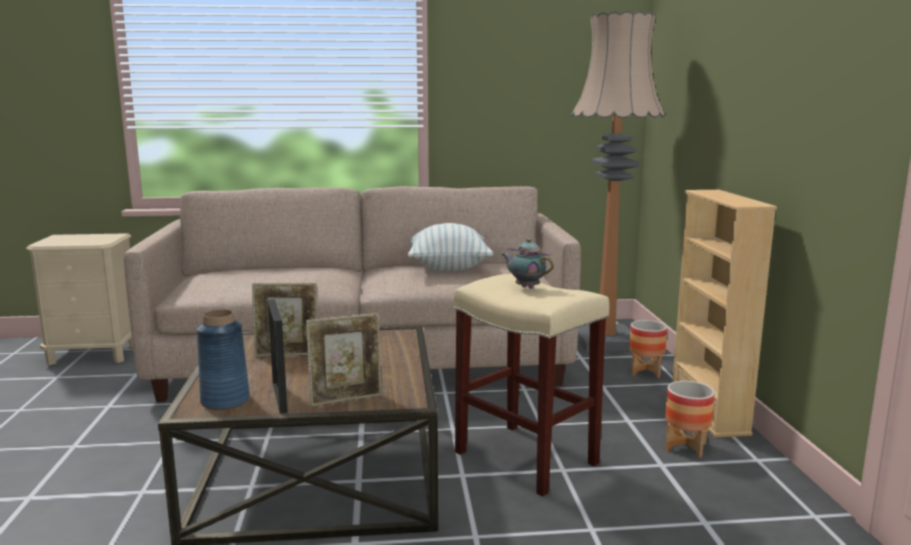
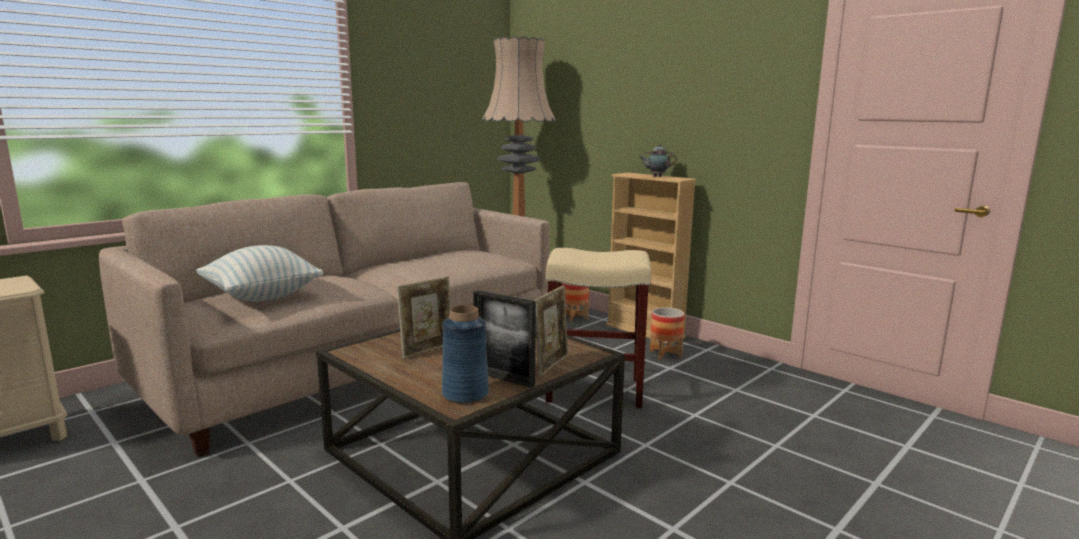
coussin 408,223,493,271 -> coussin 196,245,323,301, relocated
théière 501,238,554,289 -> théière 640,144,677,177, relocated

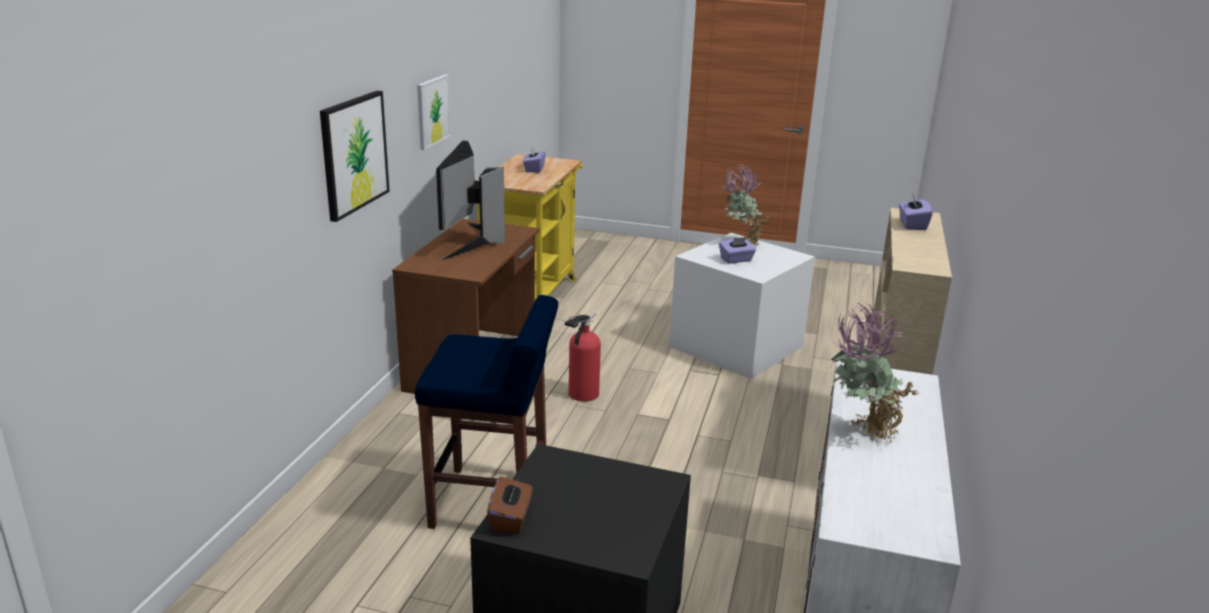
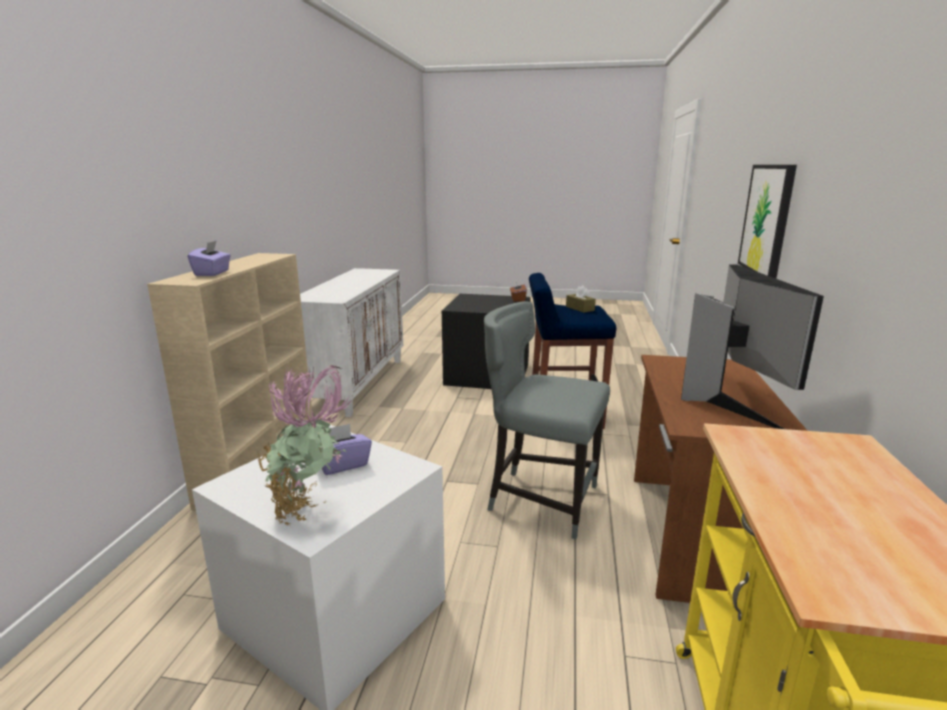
tableau 417,74,451,150 -> none
boîte à mouchoirs [violet] 523,146,546,173 -> none
plante en pot 830,303,918,444 -> none
none -> boîte à mouchoirs [marron] 566,285,596,313
extincteur 565,312,601,402 -> chaise [gris] 484,301,610,539

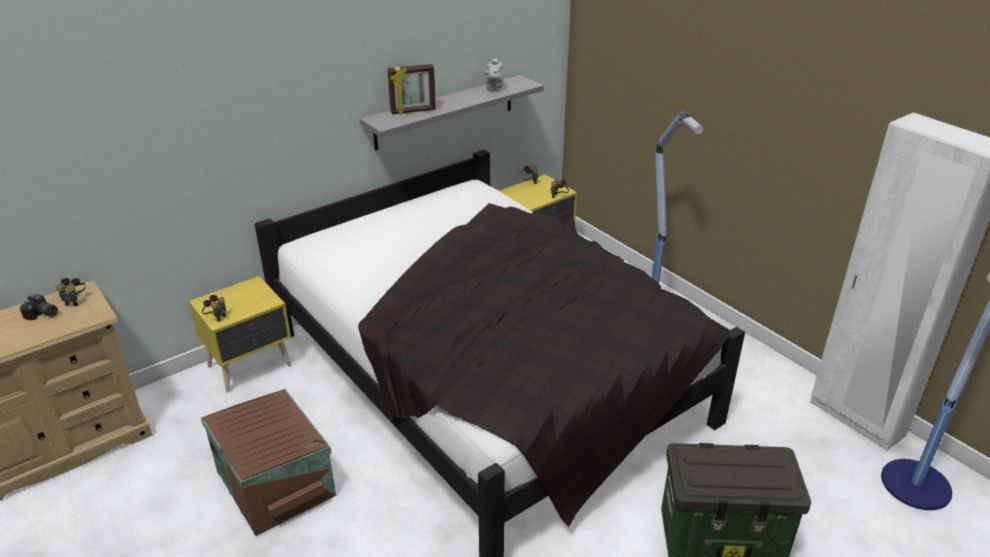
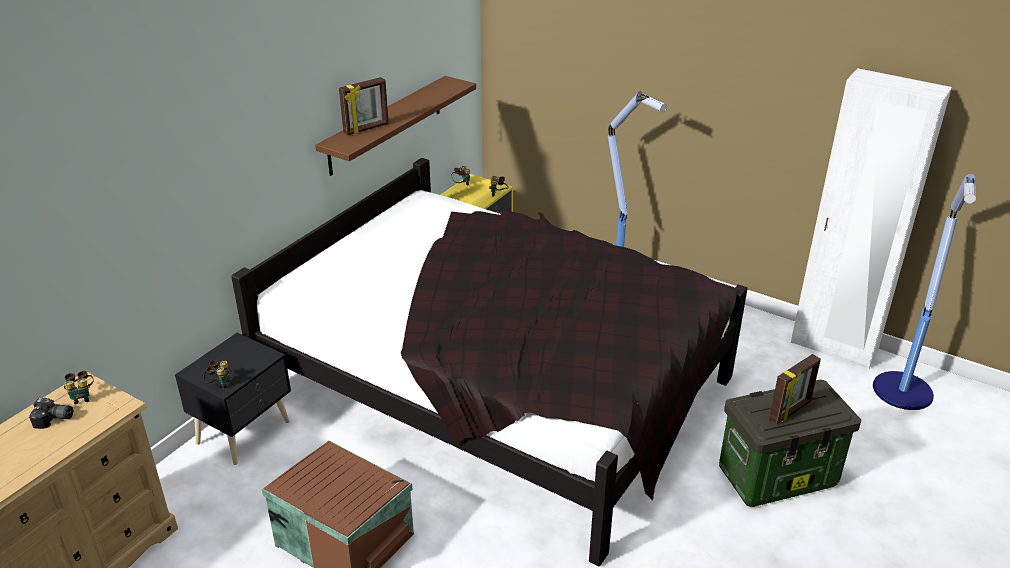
théière [gris] 483,58,504,92 -> none
none -> cadre photo 769,354,821,424
table de chevet [jaune] 189,276,291,393 -> table de chevet [noir] 175,333,291,465
étagère [gris] 360,75,544,150 -> étagère [marron] 315,76,476,176

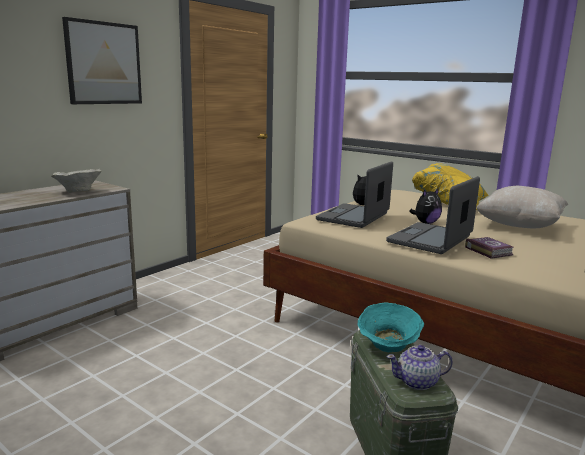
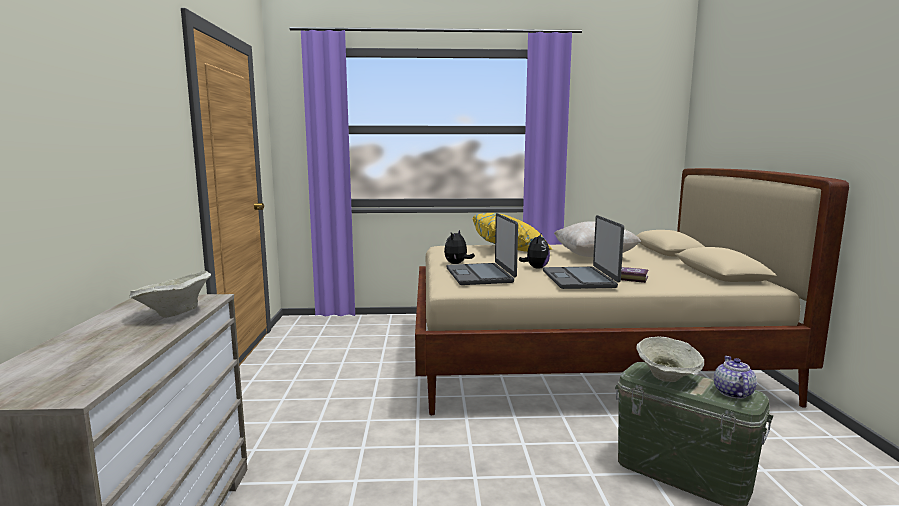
tableau 62,17,142,104 -> none
bol [turquoise] 357,302,424,352 -> bol [beige] 636,337,704,382
théière 387,345,453,390 -> théière 714,356,757,399, 150 degrees clockwise

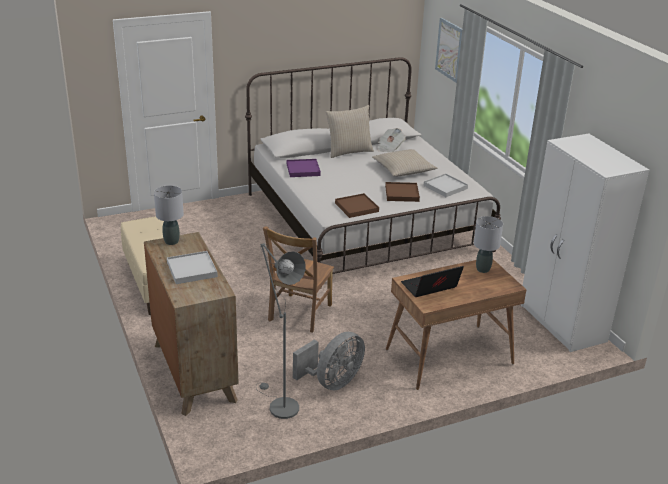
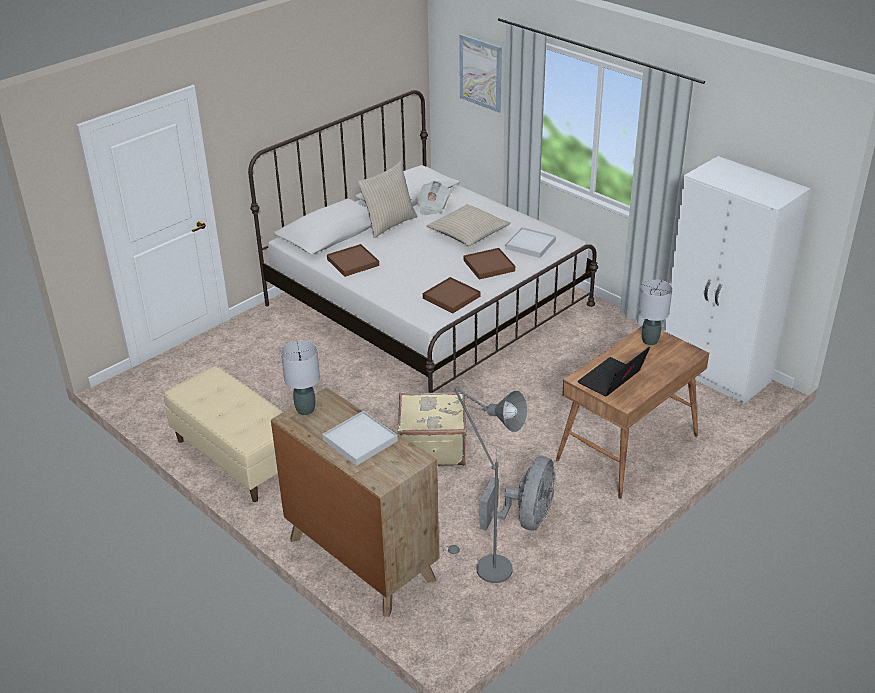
chaise [marron] 263,226,334,332 -> valise [beige] 398,392,467,466
plateau [violet] 286,159,321,177 -> plateau [marron] 327,244,379,277

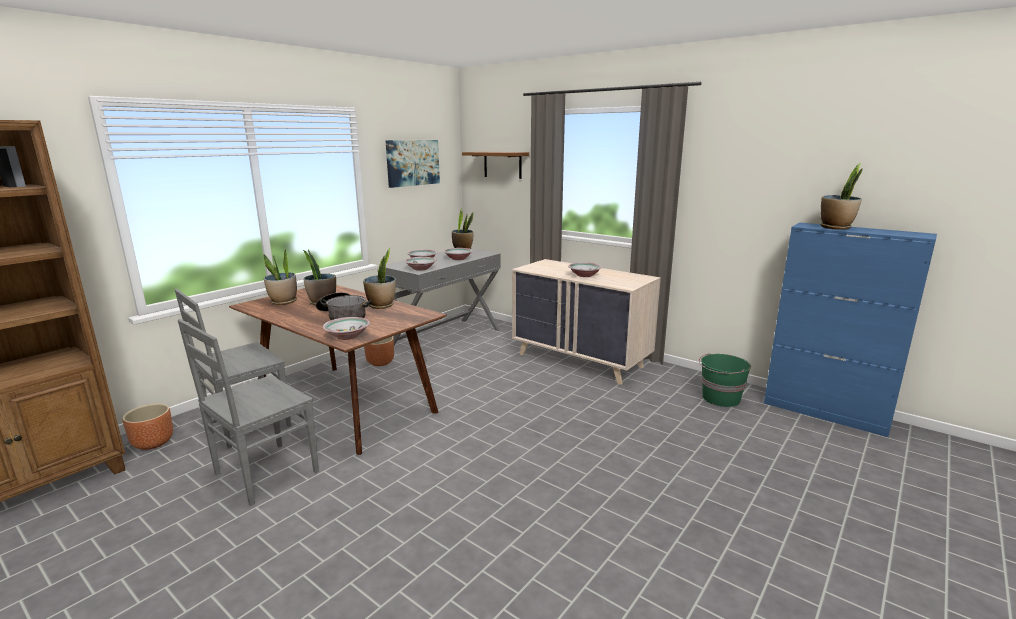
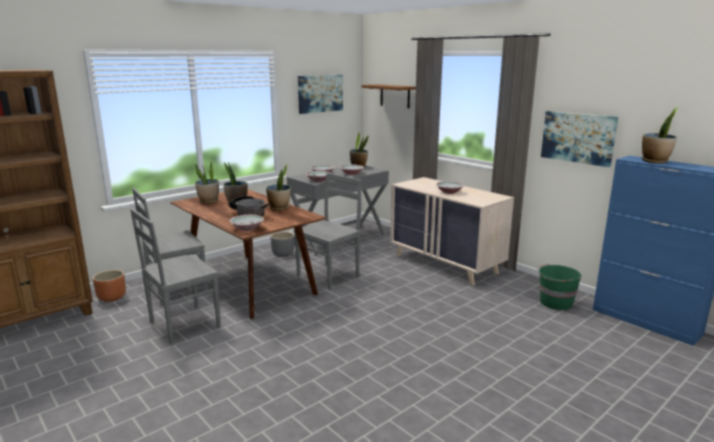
none -> chaise [gris] 294,173,361,290
none -> tableau 541,111,618,167
cache-pot [marron] 364,336,394,366 -> cache-pot [gris] 270,231,294,257

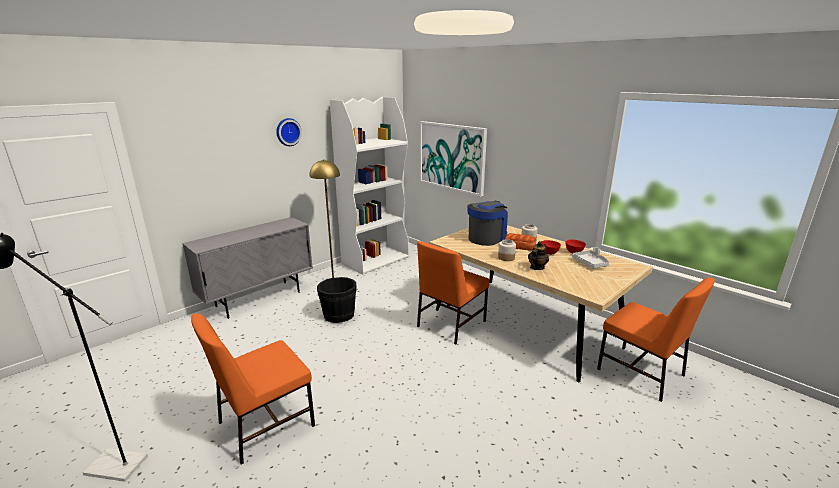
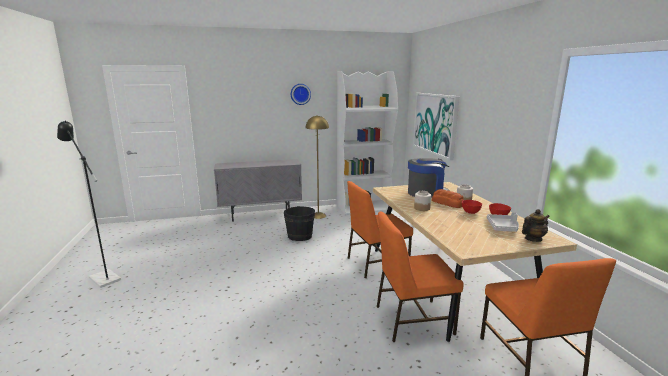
chaise [orange] 191,313,315,465 -> chaise [orange] 377,212,463,342, relocated
théière 528,241,549,270 -> théière 522,209,550,242, relocated

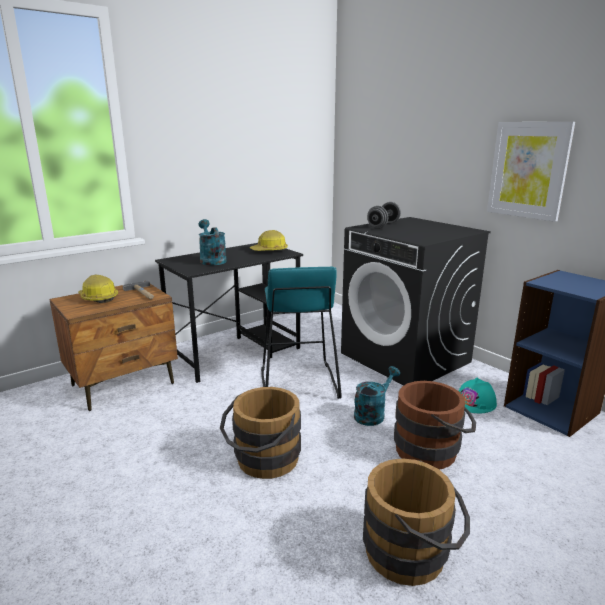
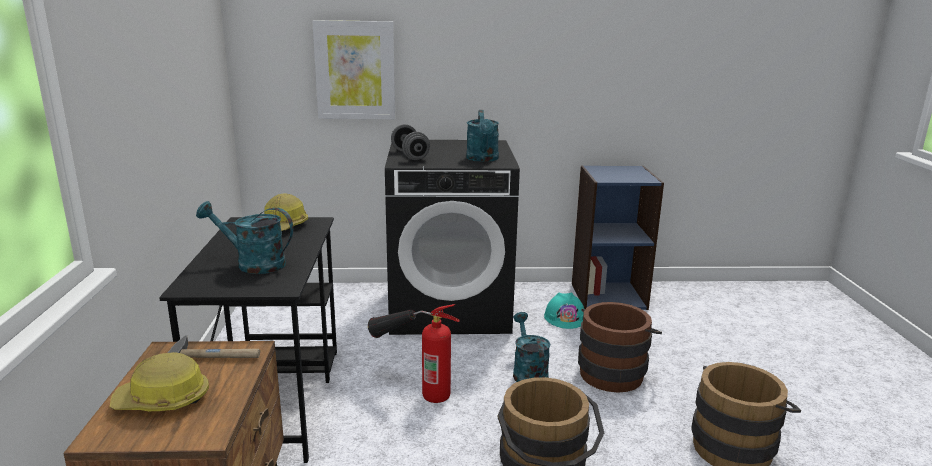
none -> arrosoir [turquoise] 466,110,499,162
tableau 487,122,575,222 -> tableau 312,20,395,119, relocated
tabouret [turquoise] 261,266,342,399 -> extincteur 368,304,460,403

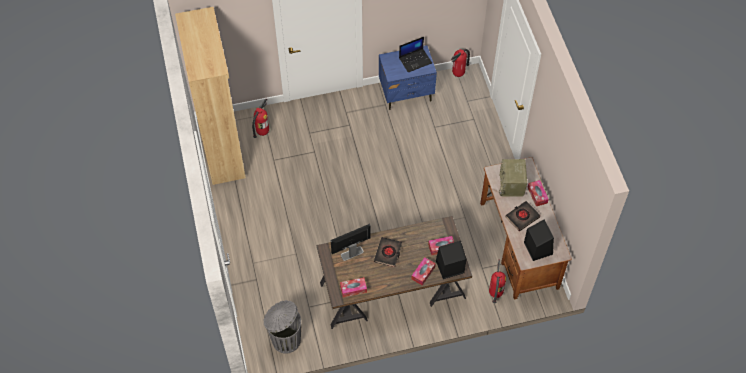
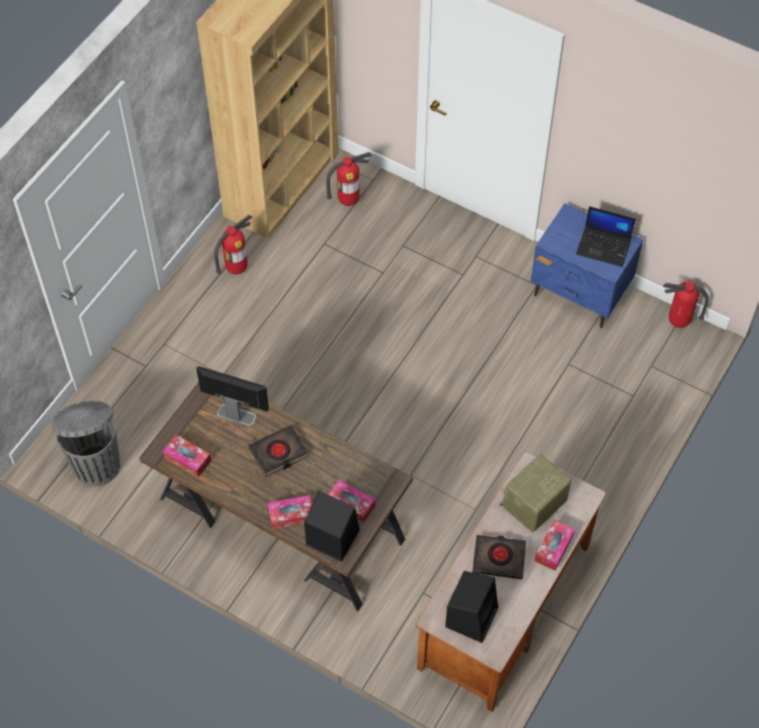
extincteur 489,260,506,303 -> extincteur 214,215,252,274, relocated

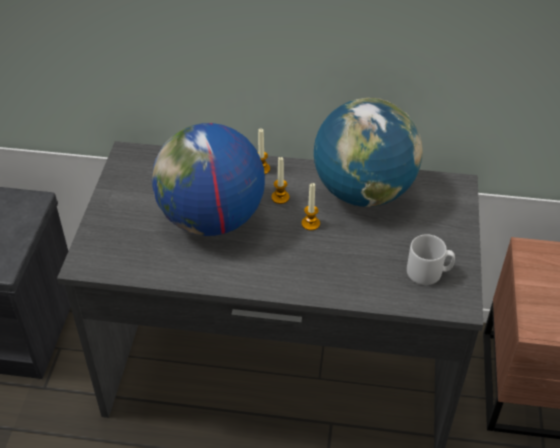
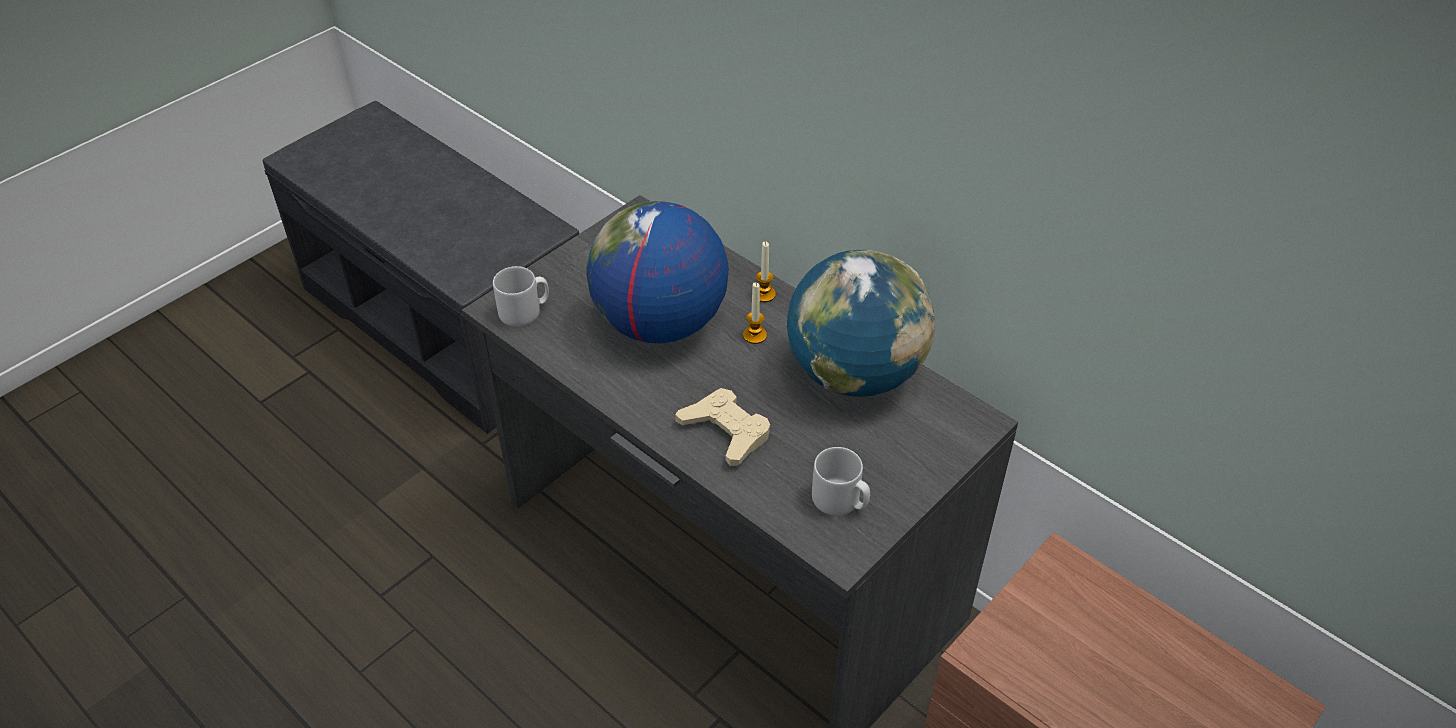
bougie 301,183,320,231 -> none
none -> mug [gris] 493,266,549,327
none -> manette [beige] 675,388,770,466

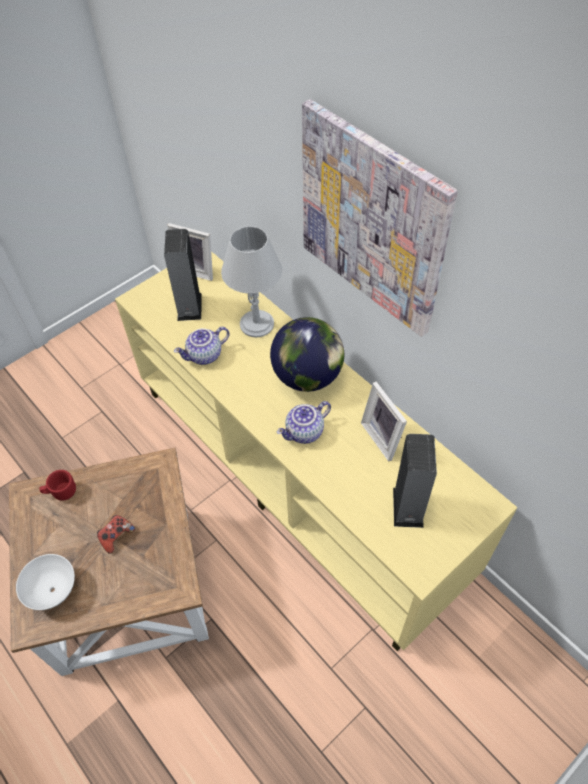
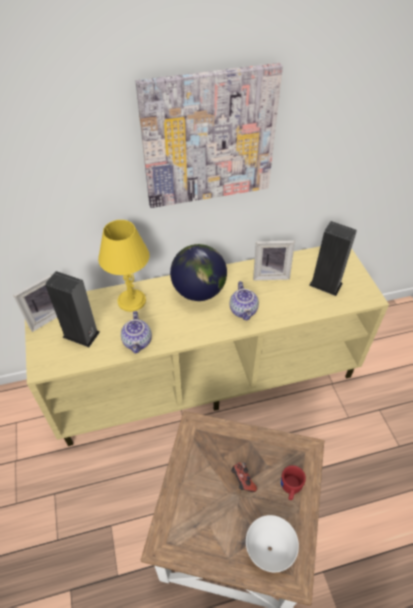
mug [rouge] 39,470,76,501 -> mug [rouge] 281,465,306,500, relocated
lampe de table [gris] 221,226,282,337 -> lampe de table [jaune] 98,220,149,312

